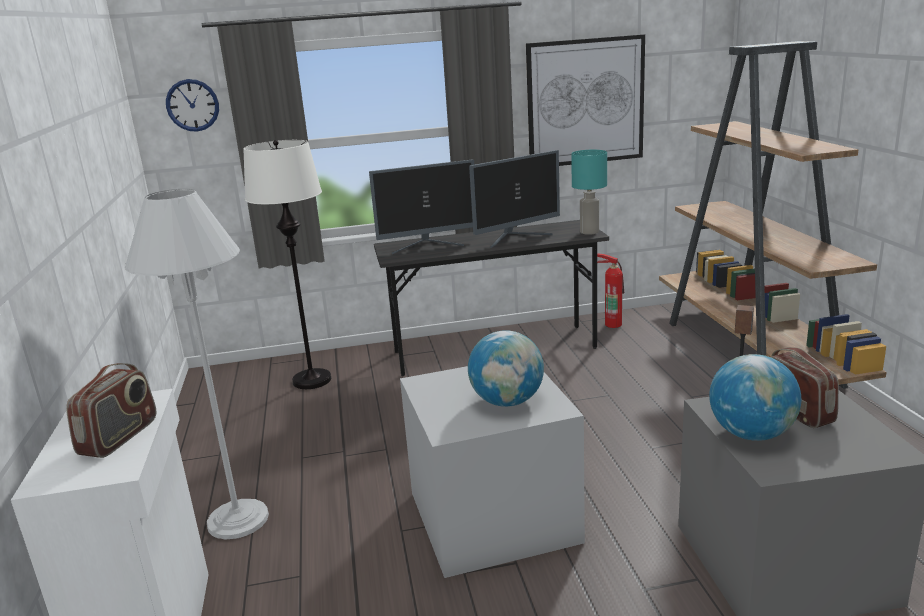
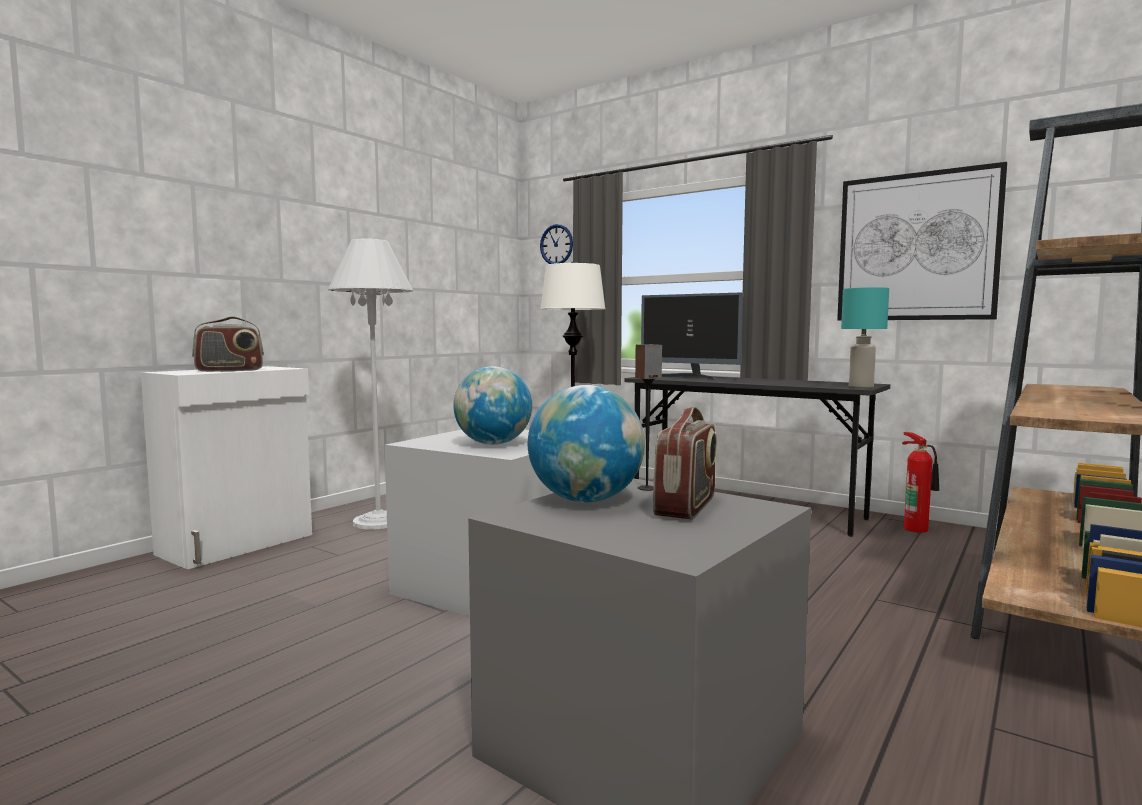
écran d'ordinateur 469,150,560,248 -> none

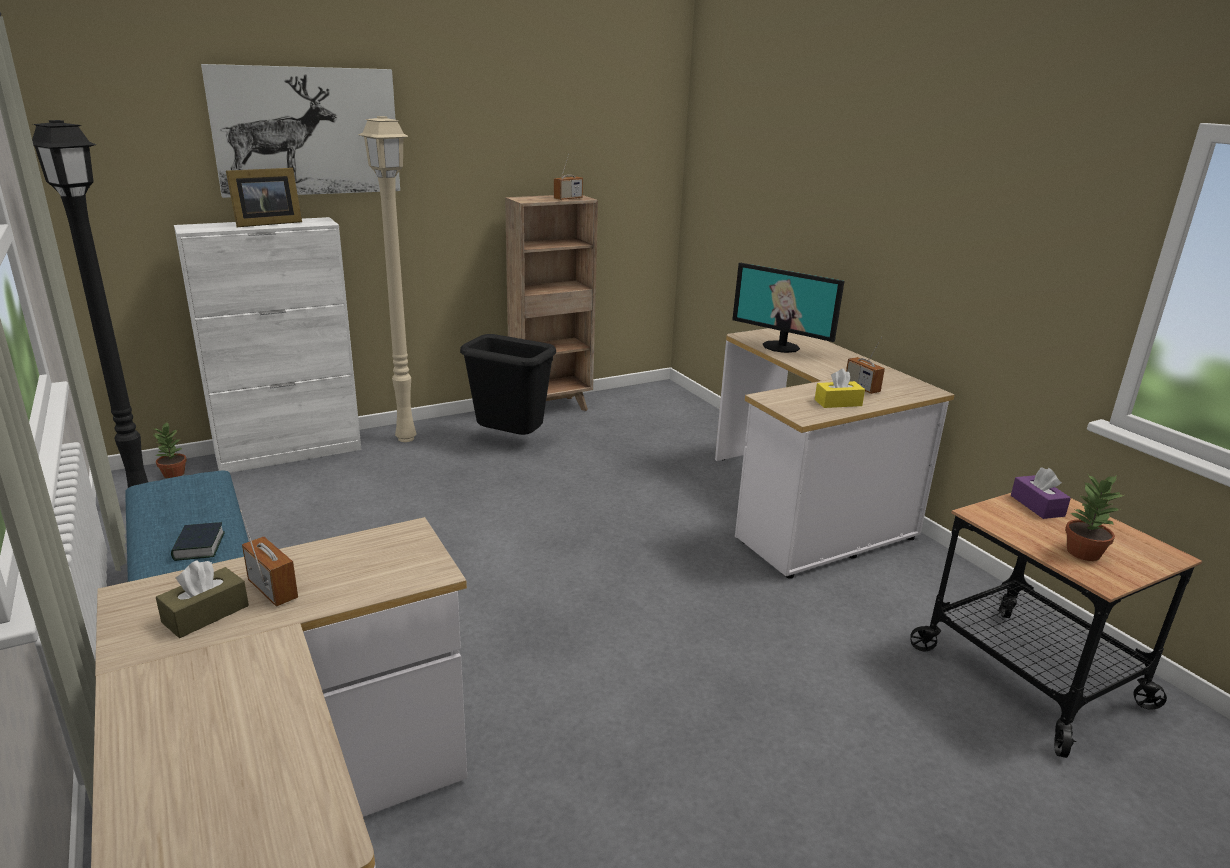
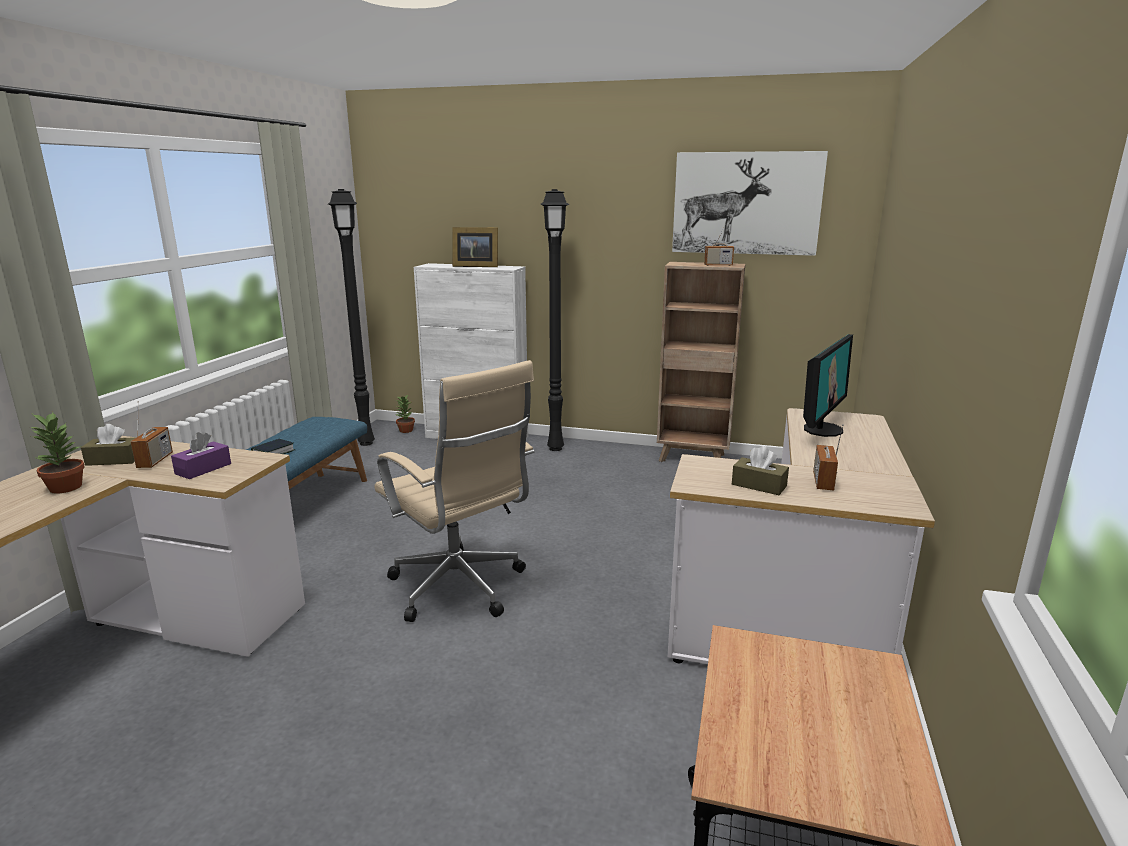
poubelle [noir] 460,334,556,435 -> none
none -> chaise de bureau [beige] 374,360,535,622
tableau 201,64,400,198 -> tableau 672,151,828,256, relocated
boîte à mouchoirs [violet] 1011,467,1071,519 -> boîte à mouchoirs [violet] 171,432,231,479, relocated
plante en pot 1065,475,1124,561 -> plante en pot 30,412,85,494, relocated
lampadaire [beige] 359,116,417,442 -> lampadaire [noir] 540,189,569,451
boîte à mouchoirs [jaune] 815,369,865,408 -> boîte à mouchoirs [marron] 732,446,789,495
écran d'ordinateur 732,263,844,353 -> écran d'ordinateur 803,334,853,437, 135 degrees counterclockwise

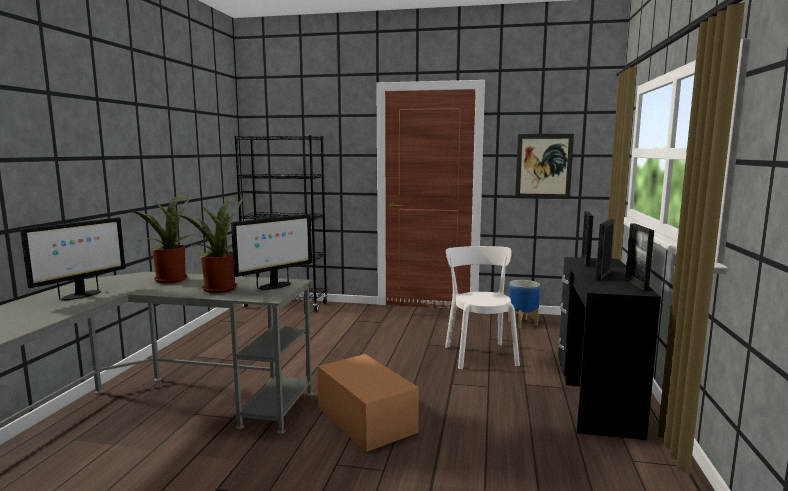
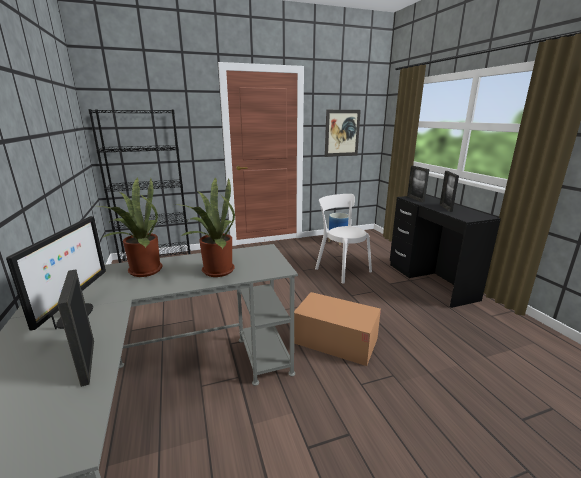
écran d'ordinateur 231,214,312,290 -> none
cadre photo 626,223,654,291 -> cadre photo 57,269,94,387, relocated

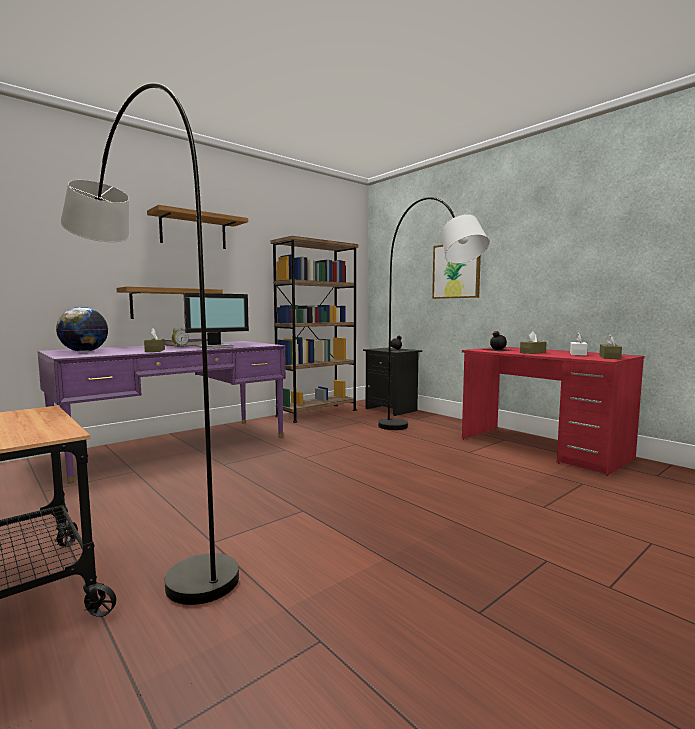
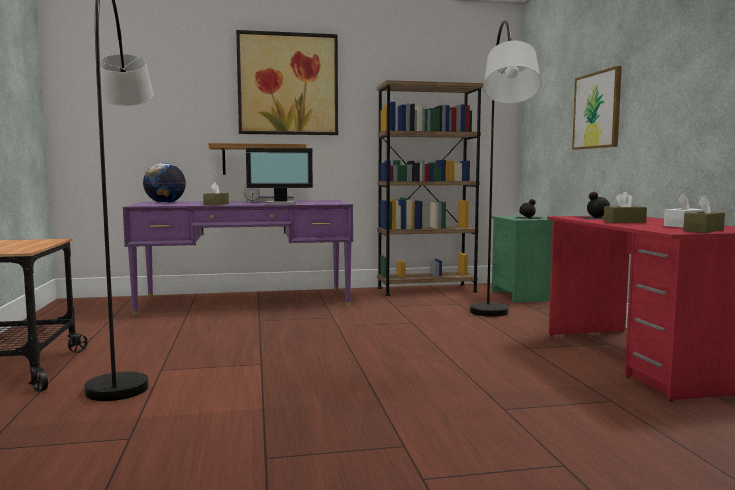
étagère 147,205,248,249 -> tableau 236,30,338,135
table de chevet [noir] 363,348,422,416 -> table de chevet [vert] 491,215,553,303

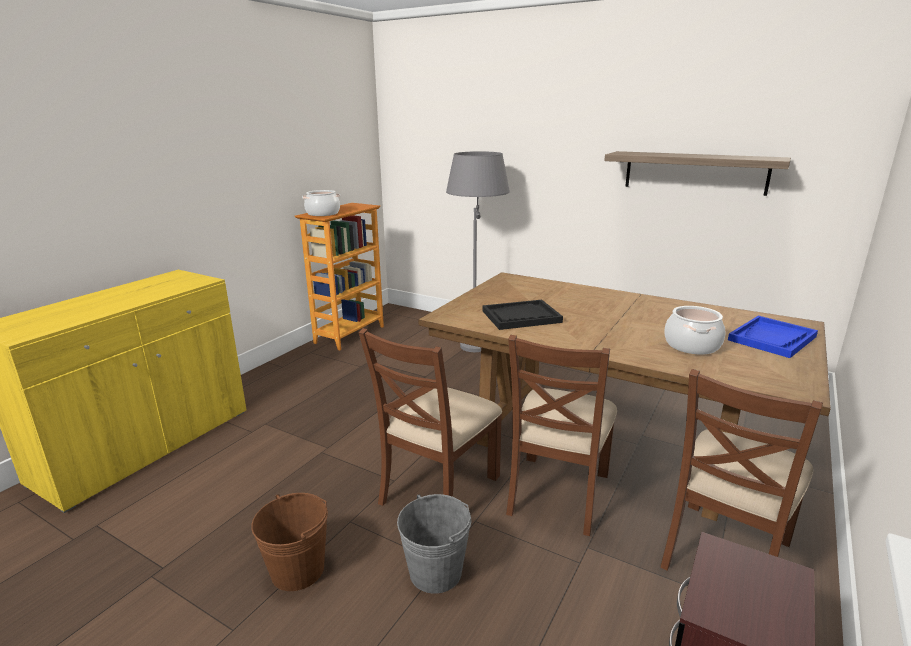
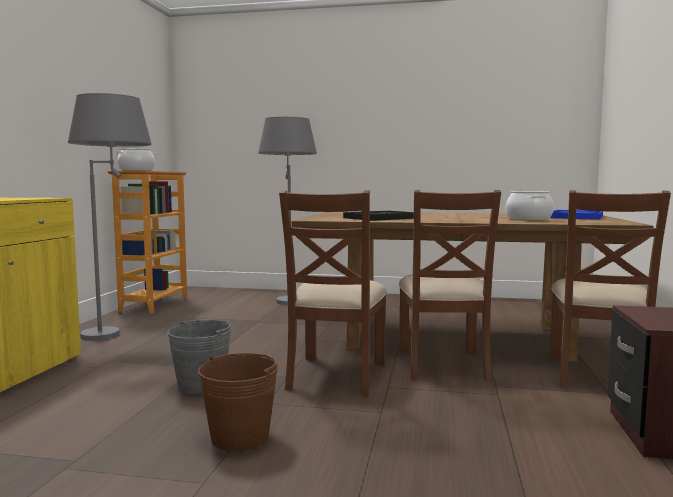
étagère 604,151,791,196 -> none
none -> lampadaire [gris] 68,93,152,341
seau [gris] 397,494,471,594 -> seau [gris] 167,320,232,394, relocated

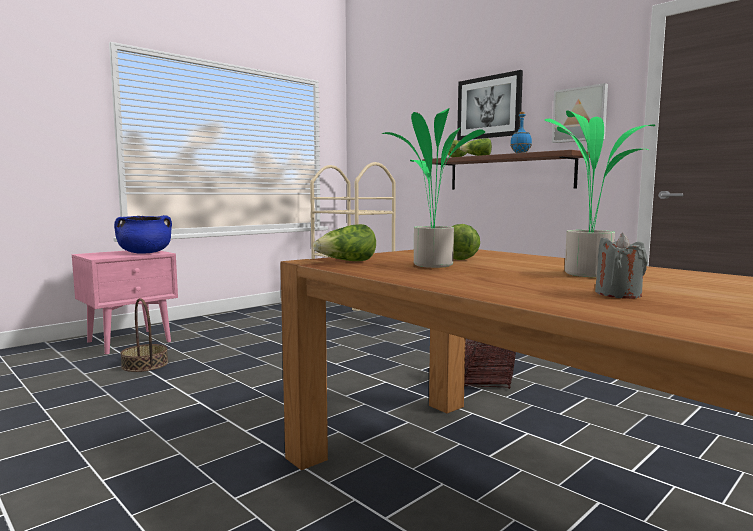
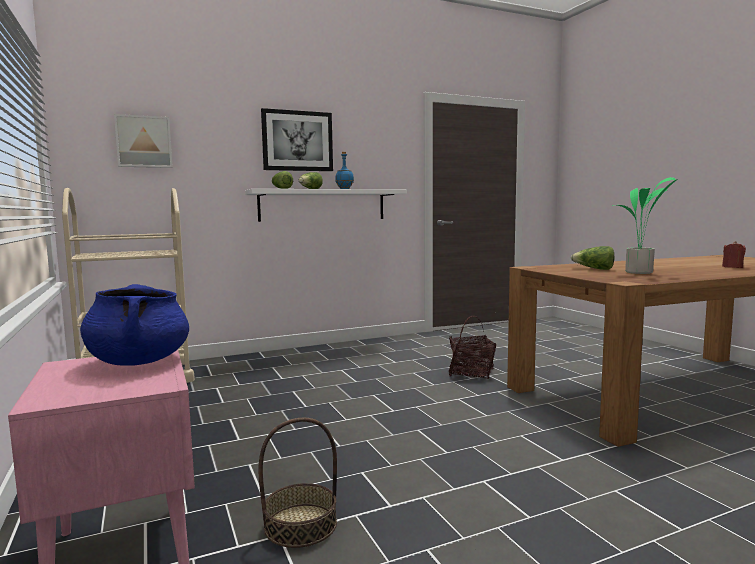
laitue 313,224,376,261 -> none
plante en pot 544,111,655,277 -> none
tableau 552,83,608,143 -> tableau 114,114,173,168, relocated
étagère [marron] 422,150,590,190 -> étagère [blanc] 245,189,407,222
bougie [gris] 595,233,648,299 -> bougie [rouge] 722,241,746,268

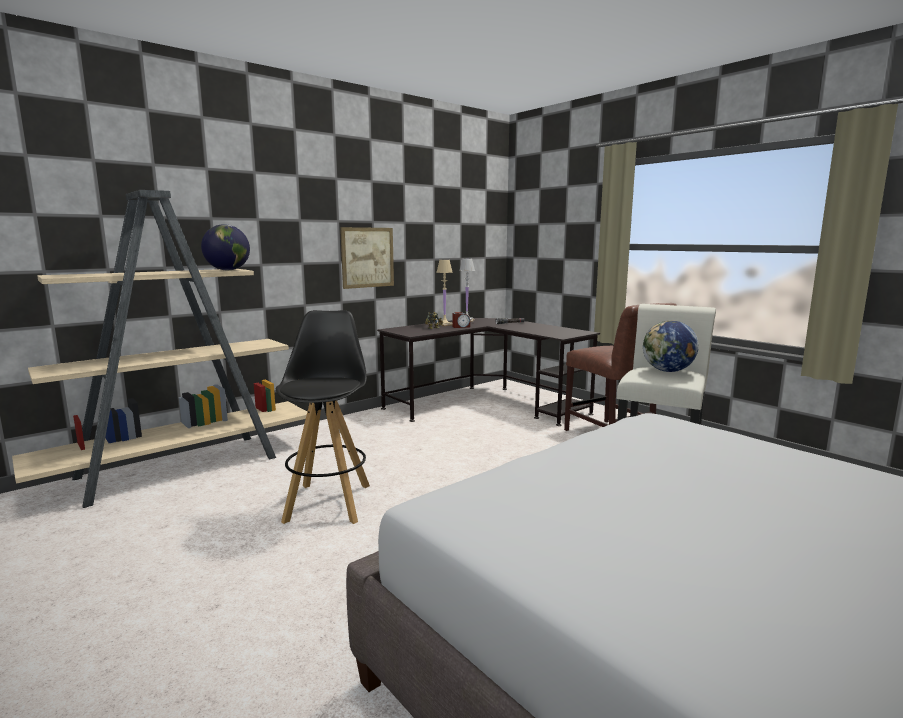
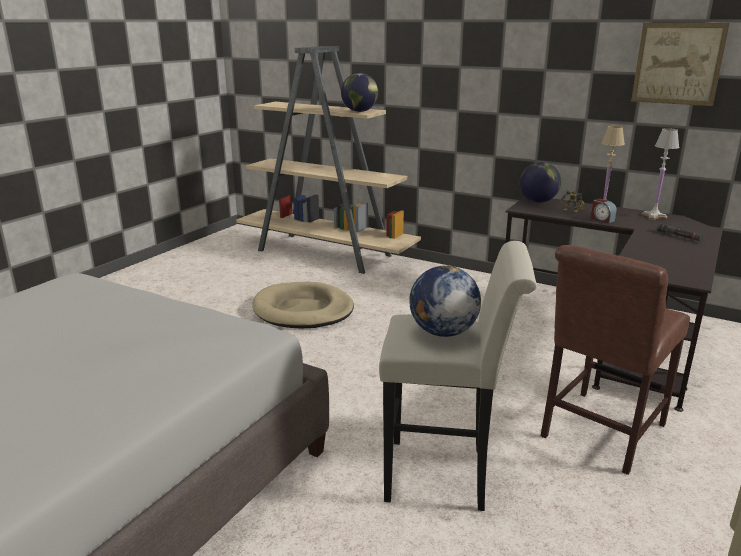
none -> globe 519,162,561,203
tableau 340,227,394,289 -> tableau 631,23,730,106, relocated
tabouret [noir] 276,310,370,524 -> panier pour chien [beige] 252,282,354,329

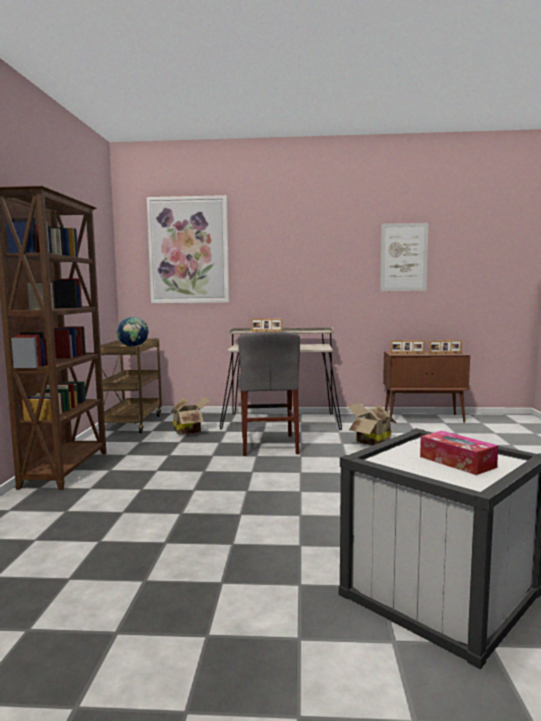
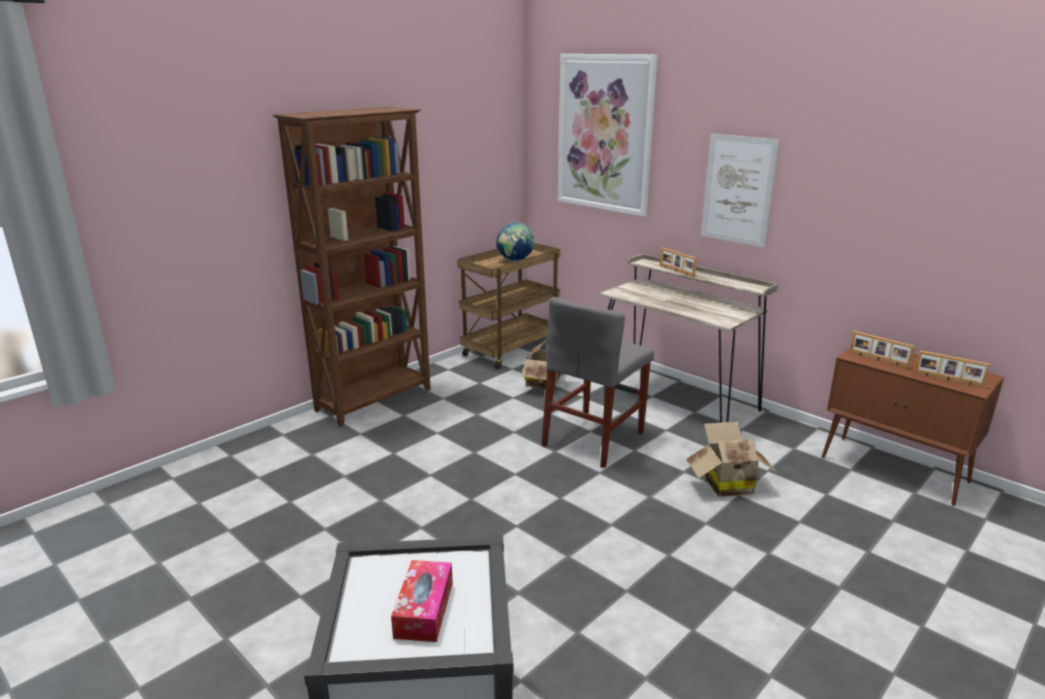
tableau 380,223,428,291 -> tableau 701,134,779,247, relocated

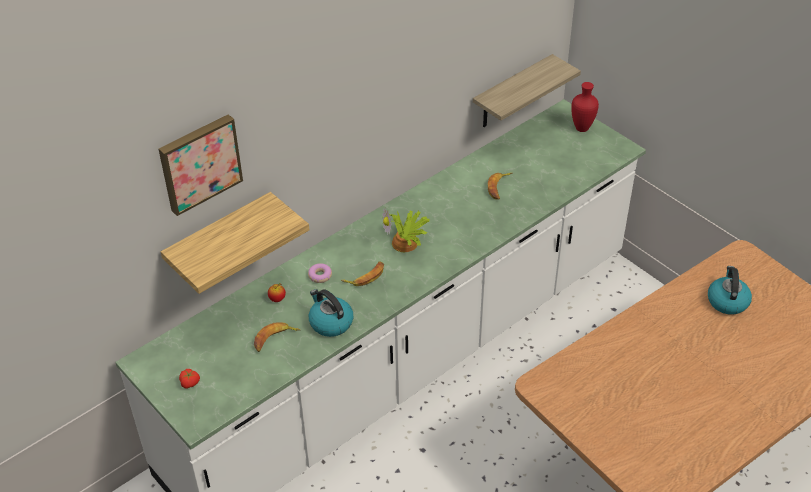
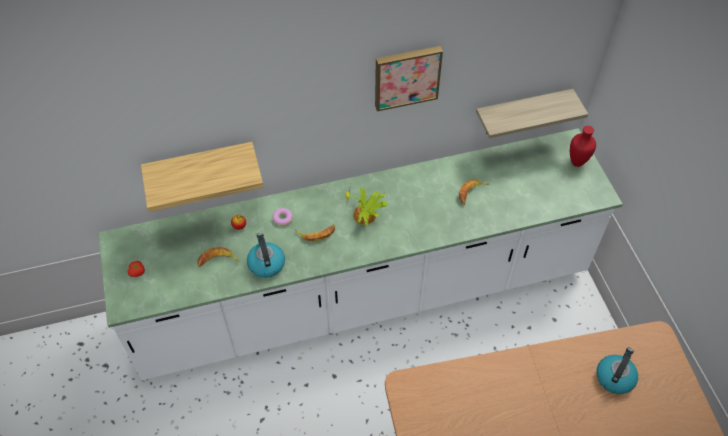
tableau 159,114,243,216 -> tableau 375,46,443,112, relocated

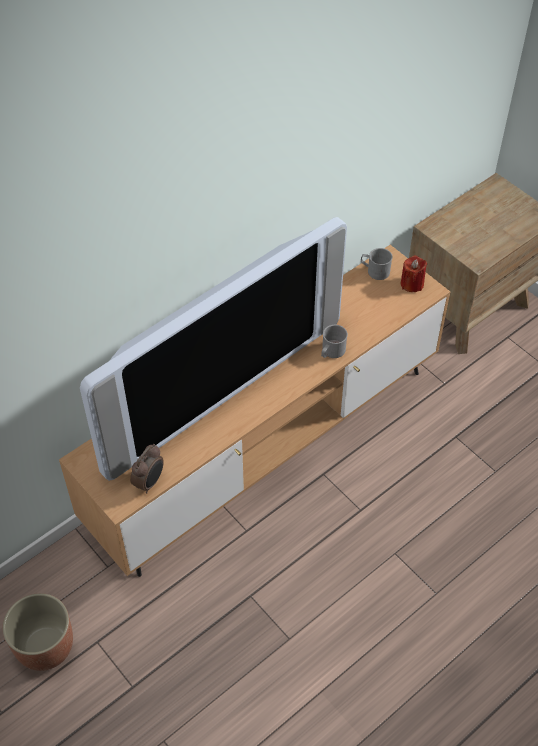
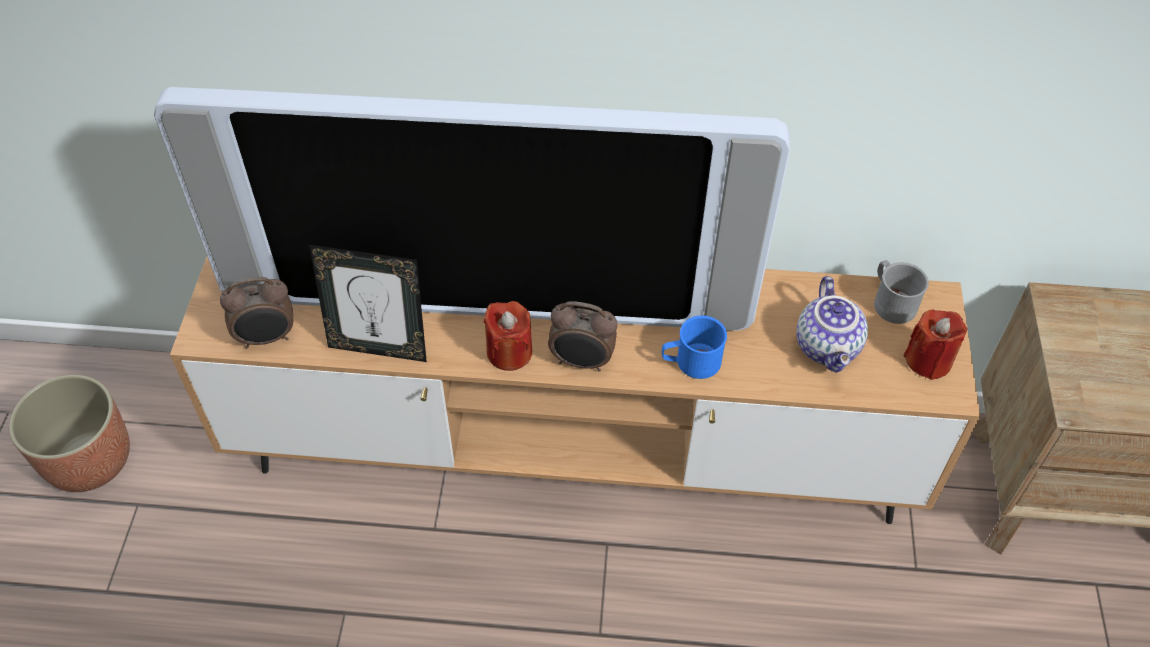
none -> cadre photo 309,245,427,362
none -> bougie [rouge] 484,301,532,371
none -> réveil 548,302,617,372
none -> théière 796,276,868,373
mug [gris] 321,325,348,358 -> mug [bleu] 662,316,727,379

